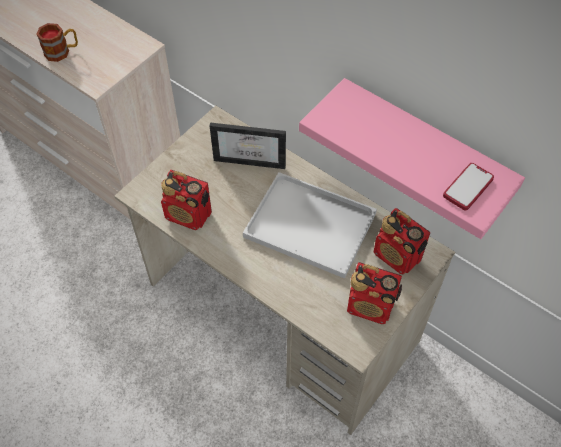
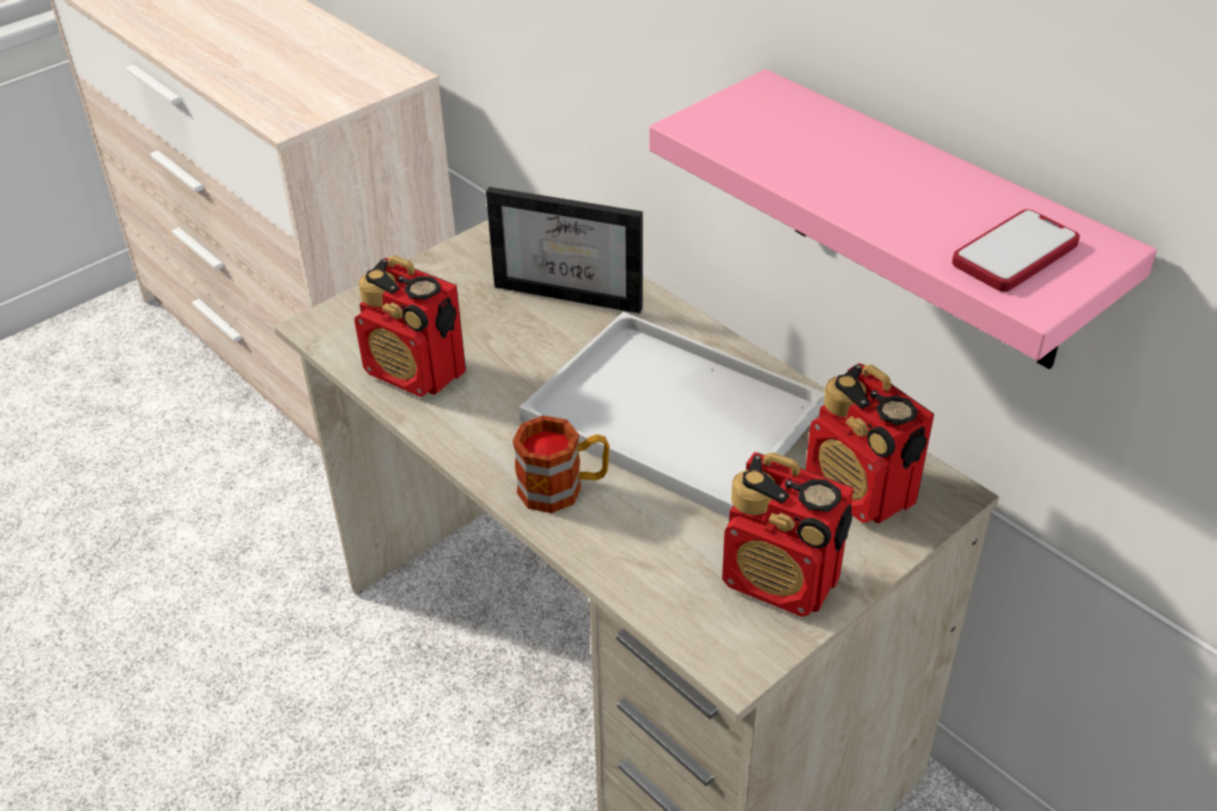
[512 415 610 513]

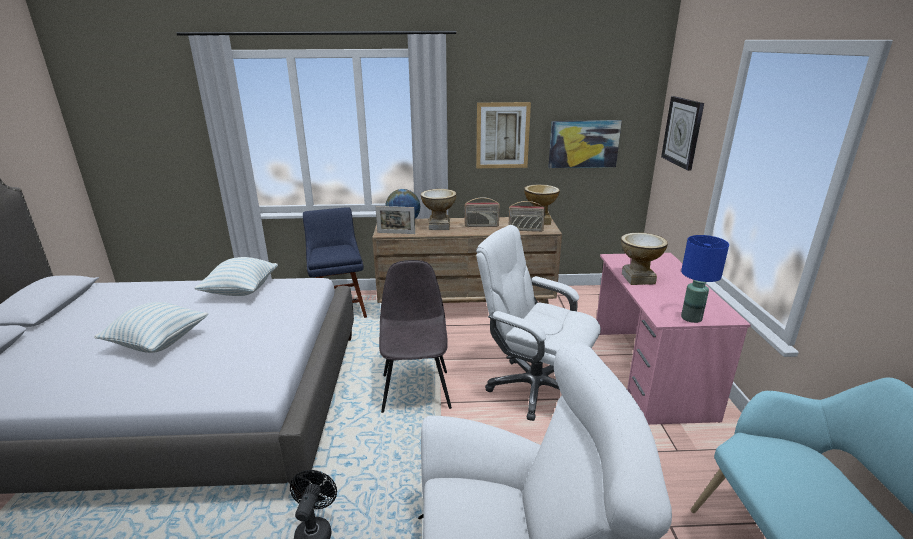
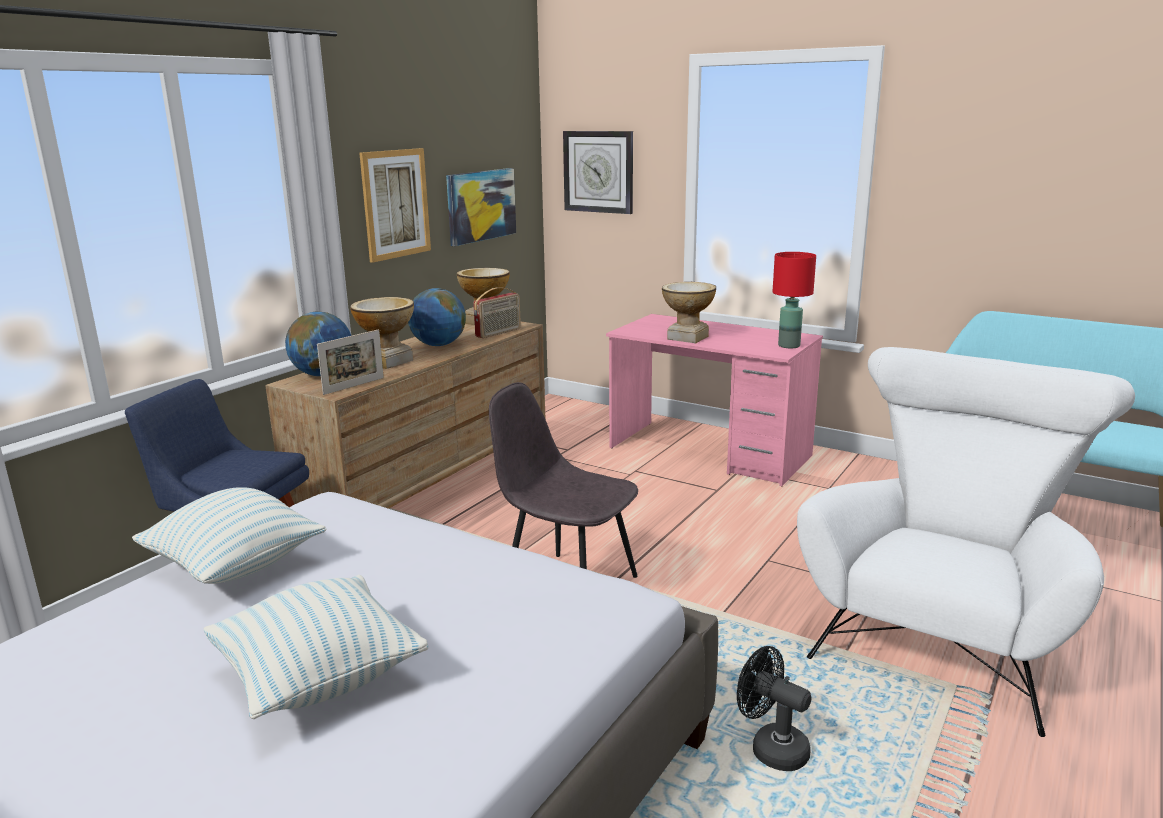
[476 225 601 421] (first image)
[408 288 466 346]
[773 252 816 348]

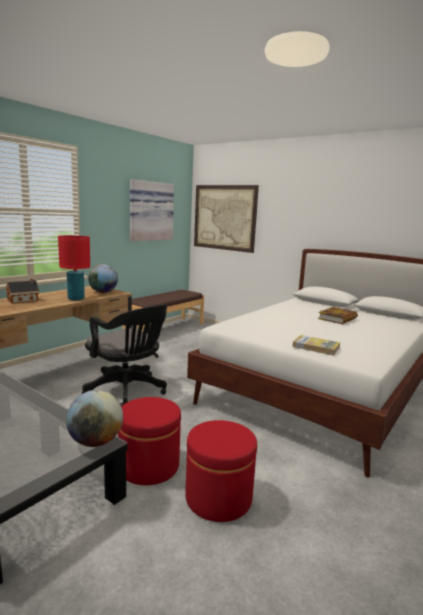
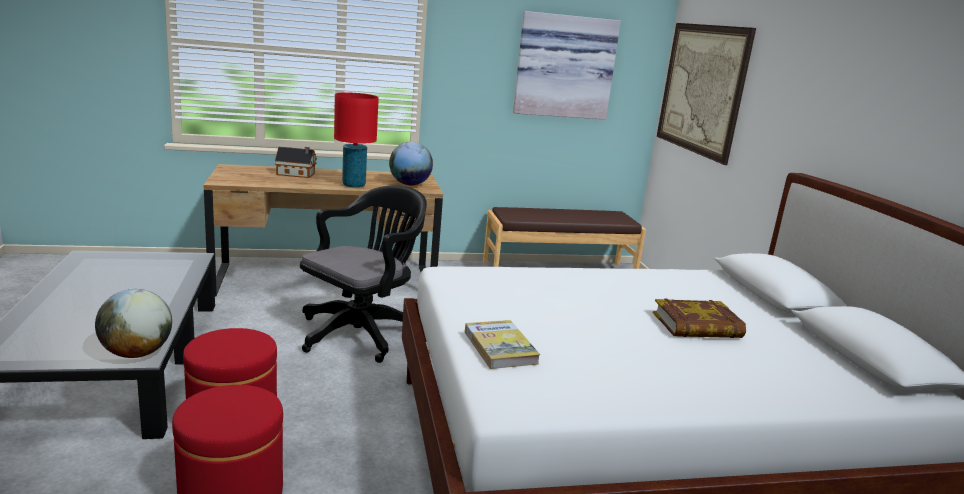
[300 186 427 363]

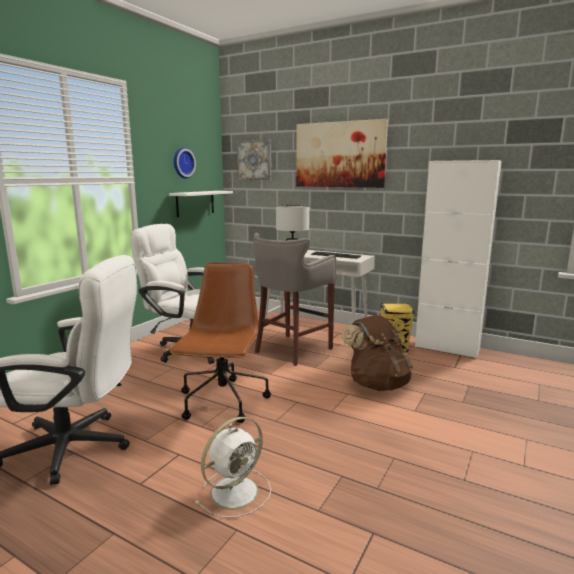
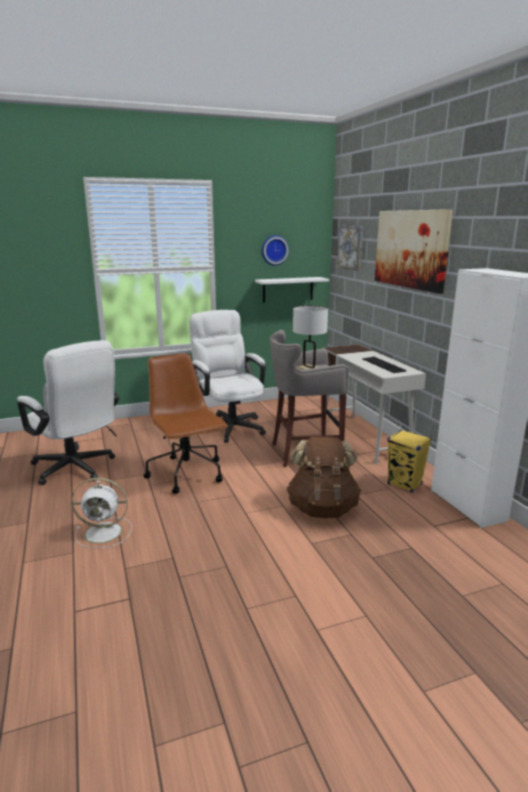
[143 353 228 494]

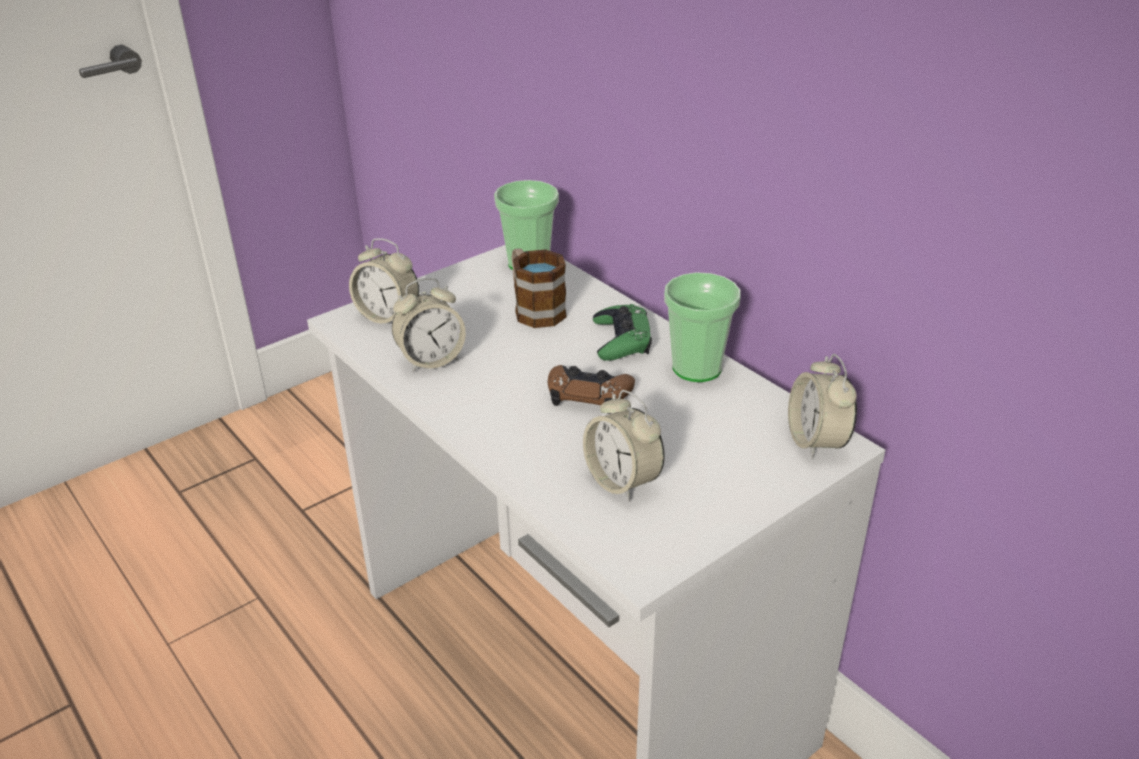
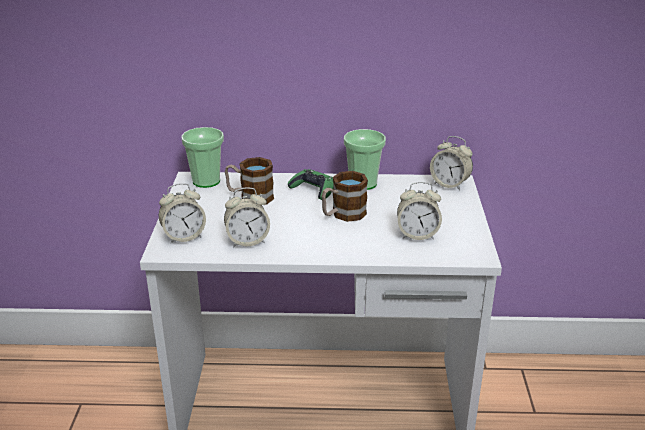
[322 171 368 222]
[224 187 270 247]

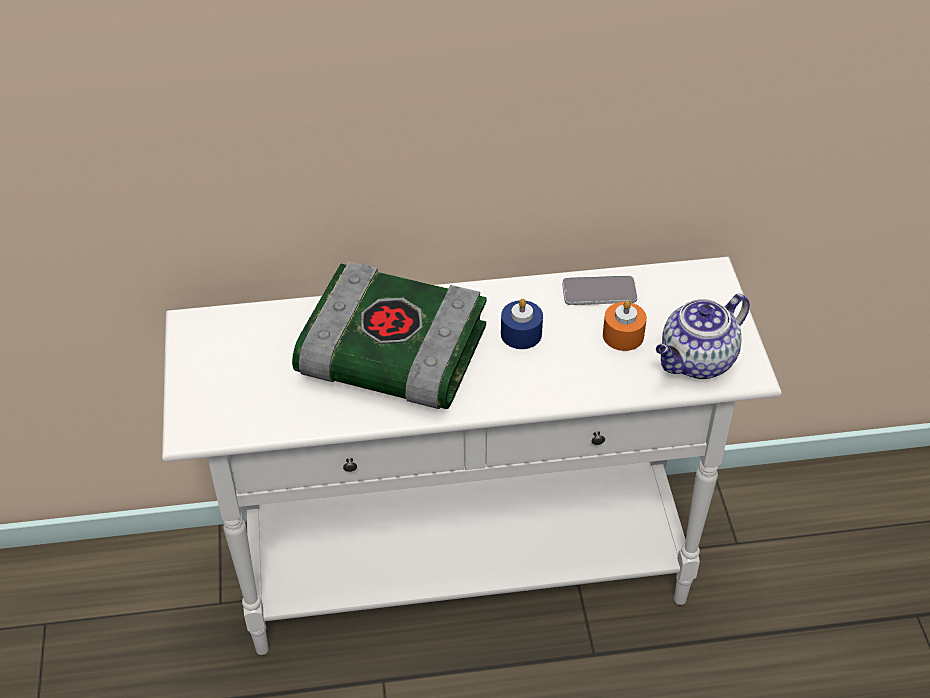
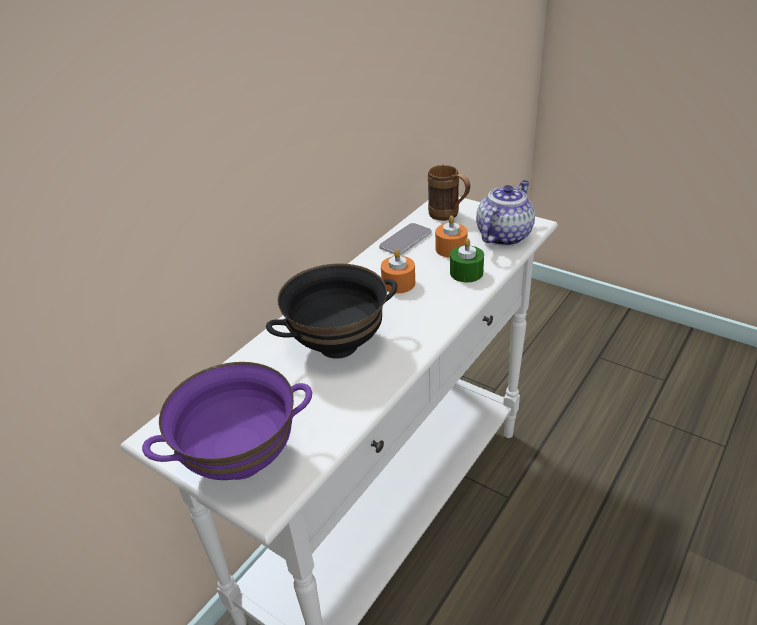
[142 362 312 480]
[428 165 470 221]
[450 238 484 282]
[266 264 397 359]
[381 249 415 293]
[476 180 535 246]

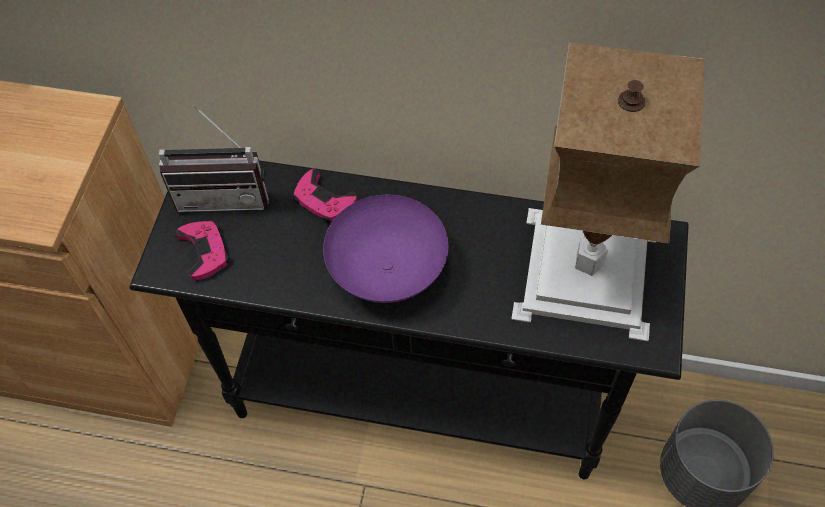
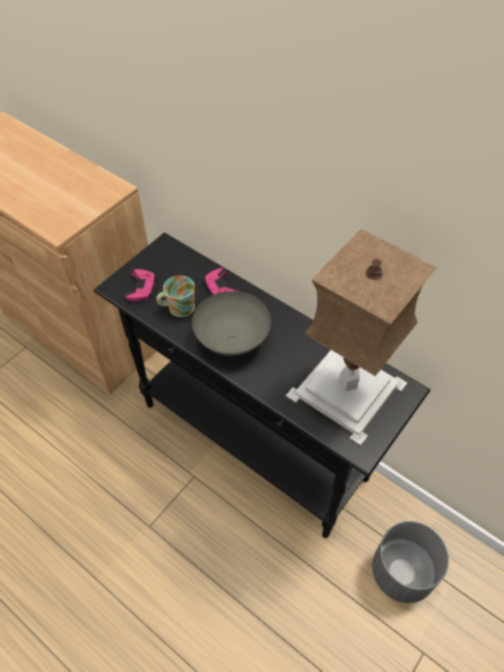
[159 105 269 212] (first image)
[156 275 195 317]
[192 291 271 356]

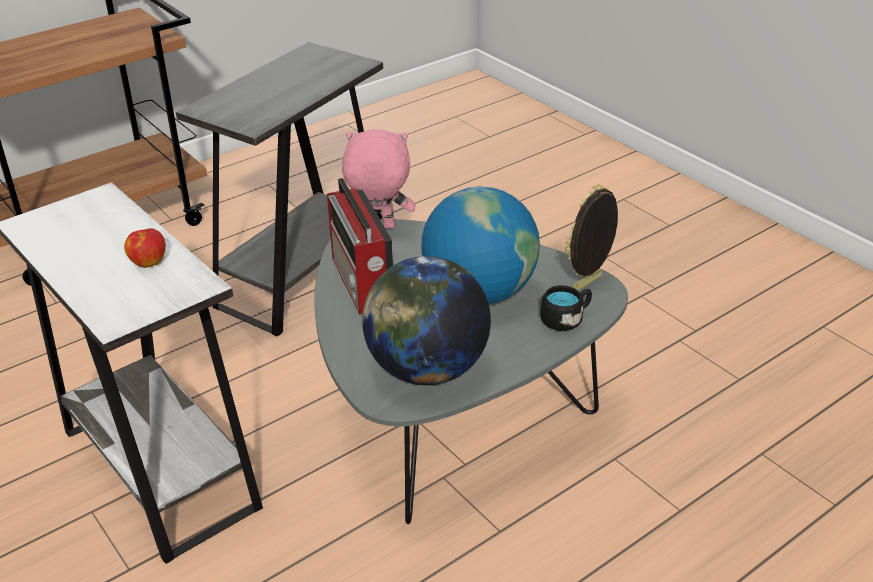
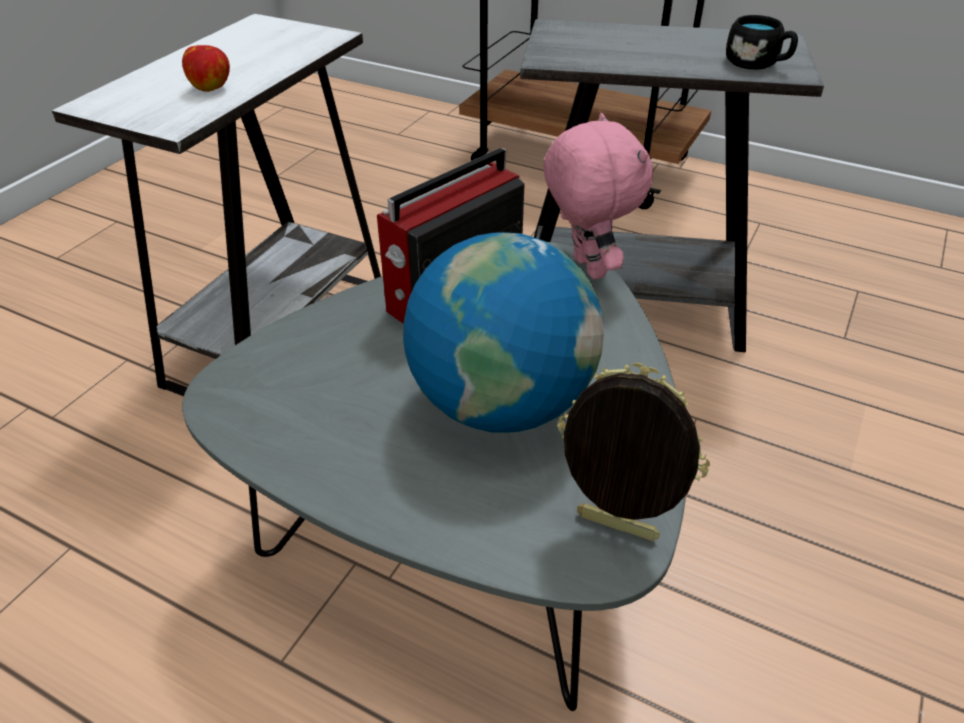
[362 256 491 385] (first image)
[726 15 798 70]

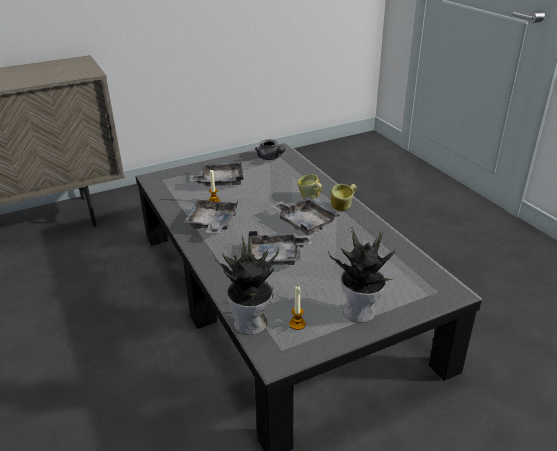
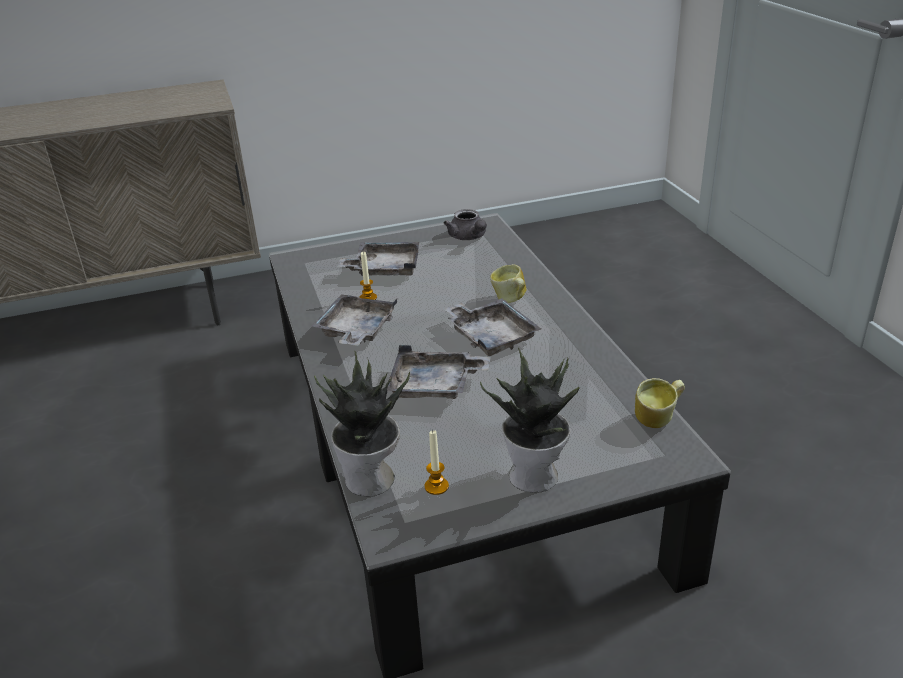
[635 378 685 428]

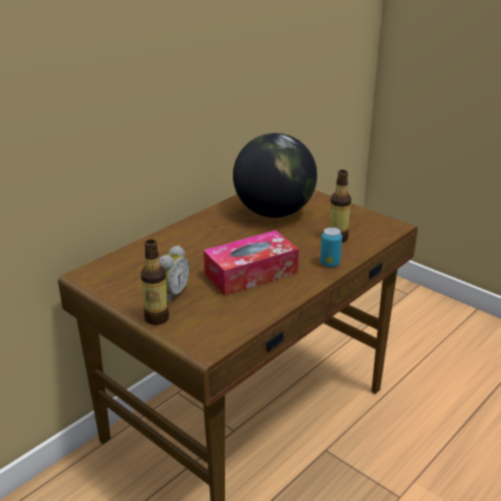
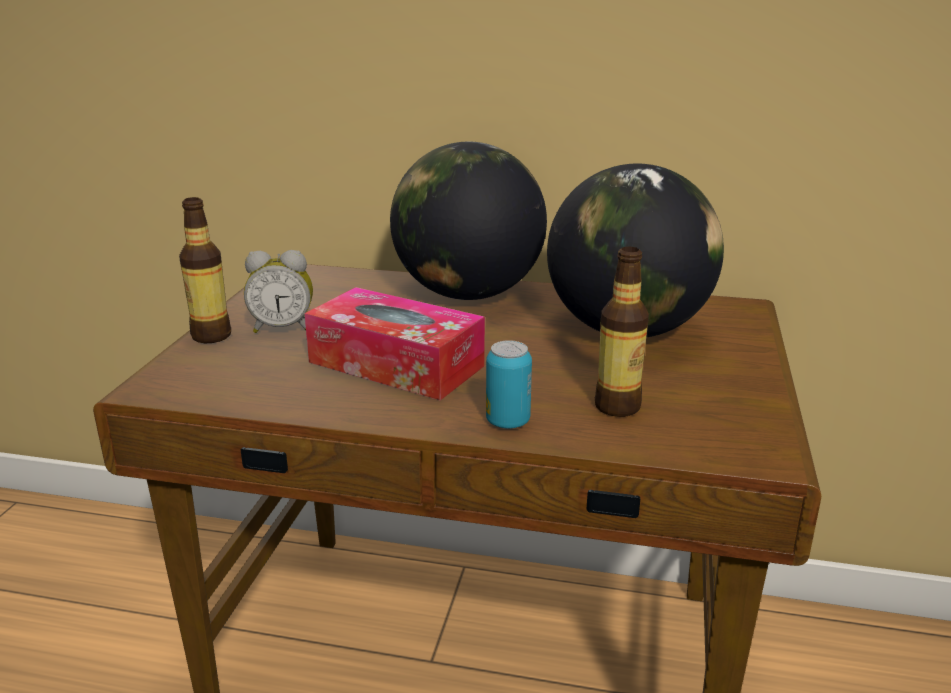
[390 141 547 300]

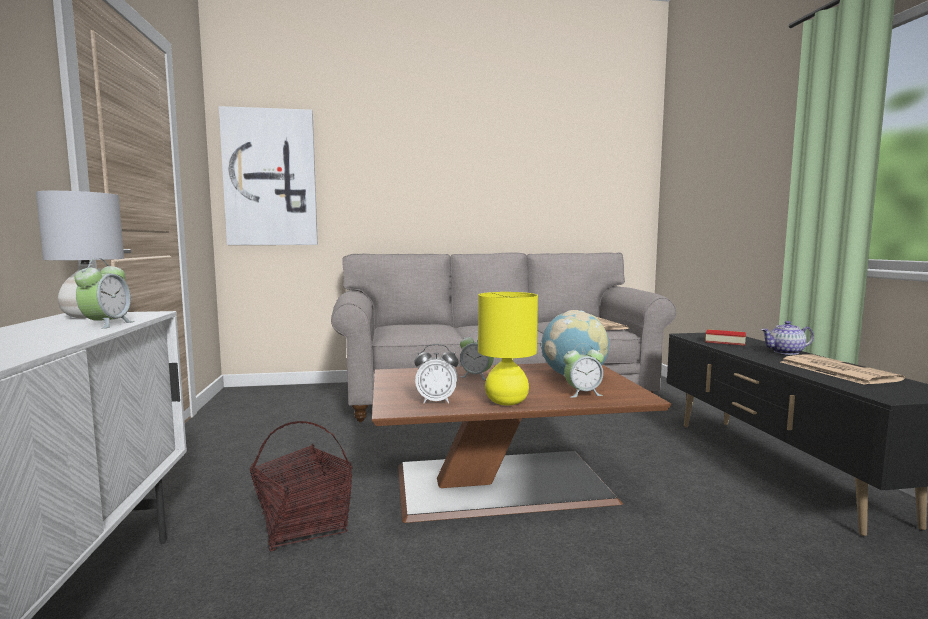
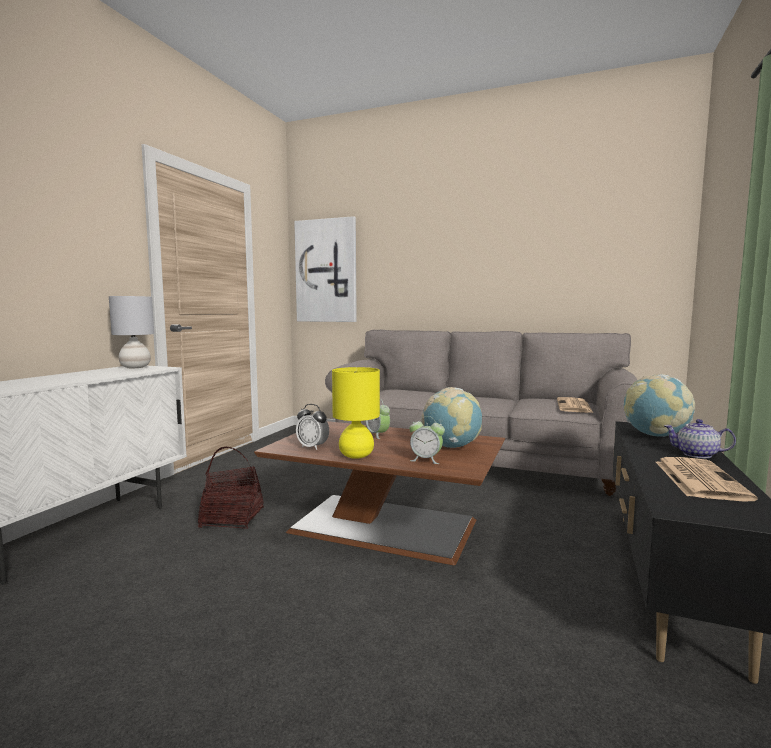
[74 258 134 329] (first image)
[624 374 695 437]

